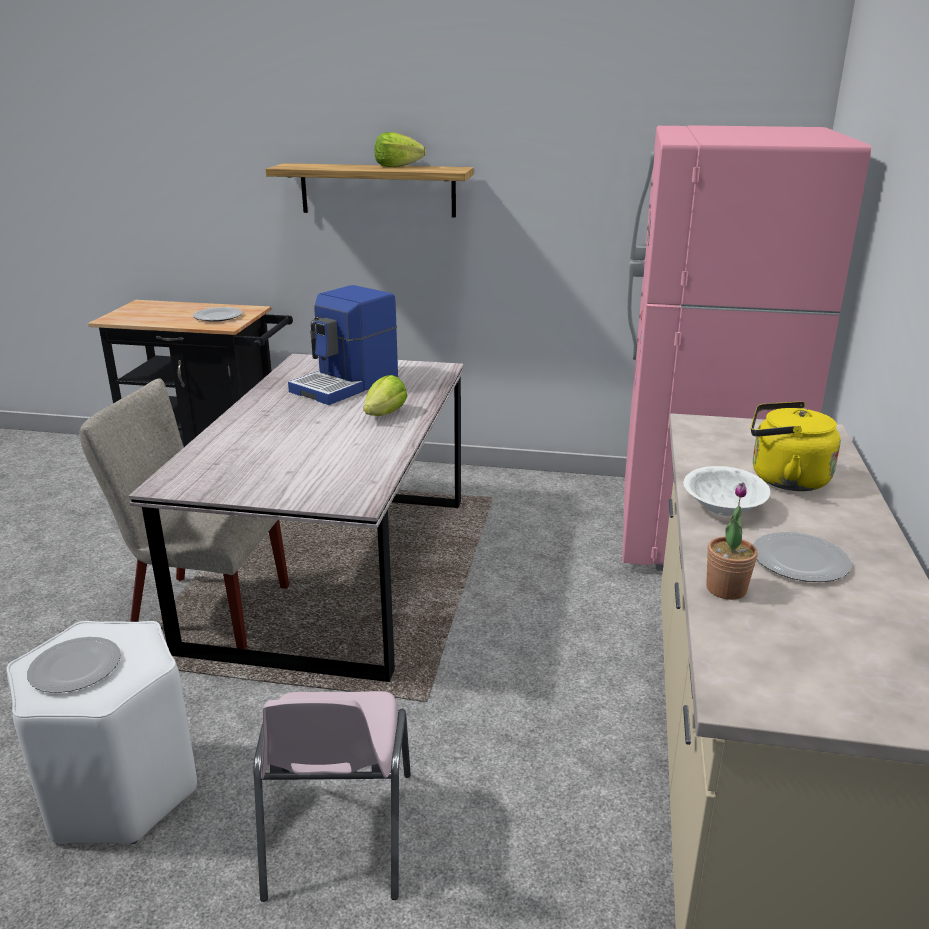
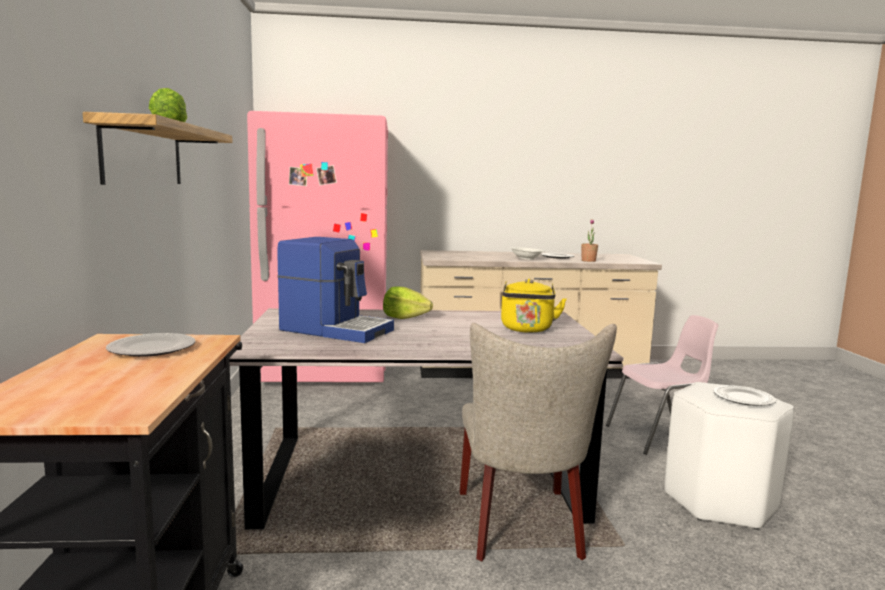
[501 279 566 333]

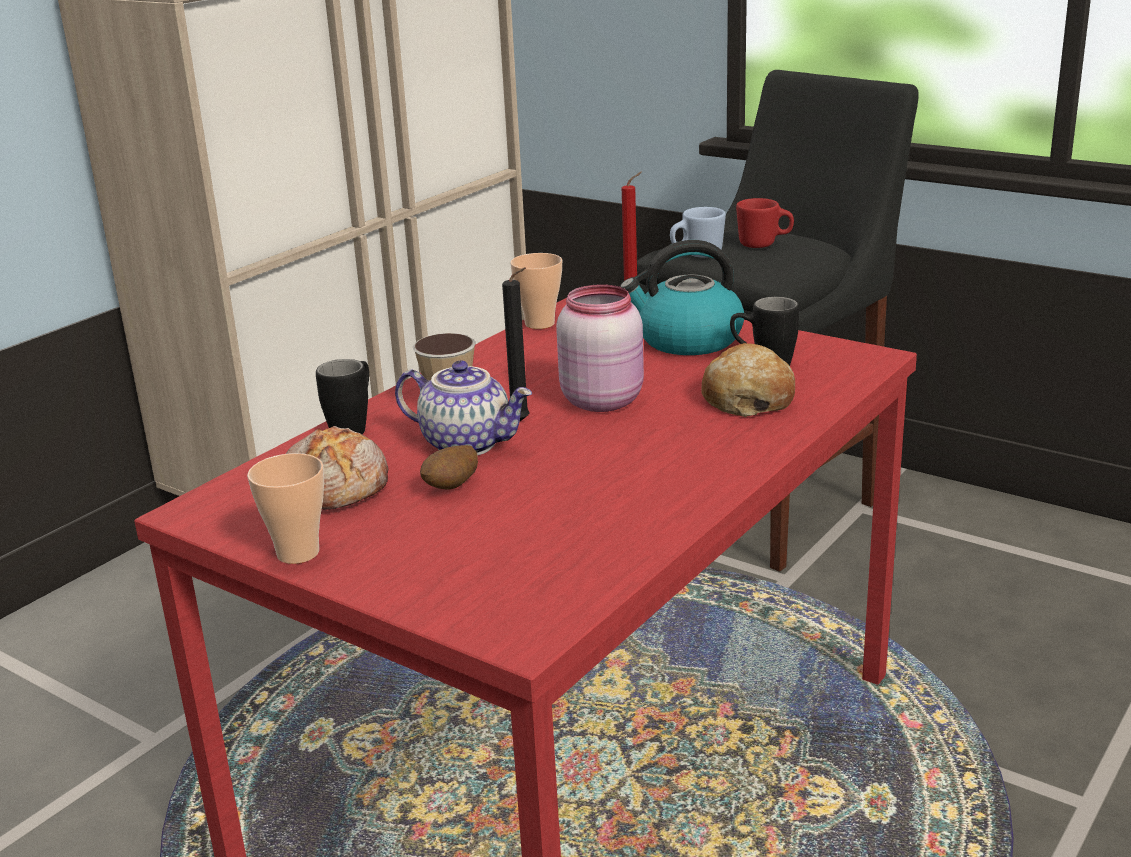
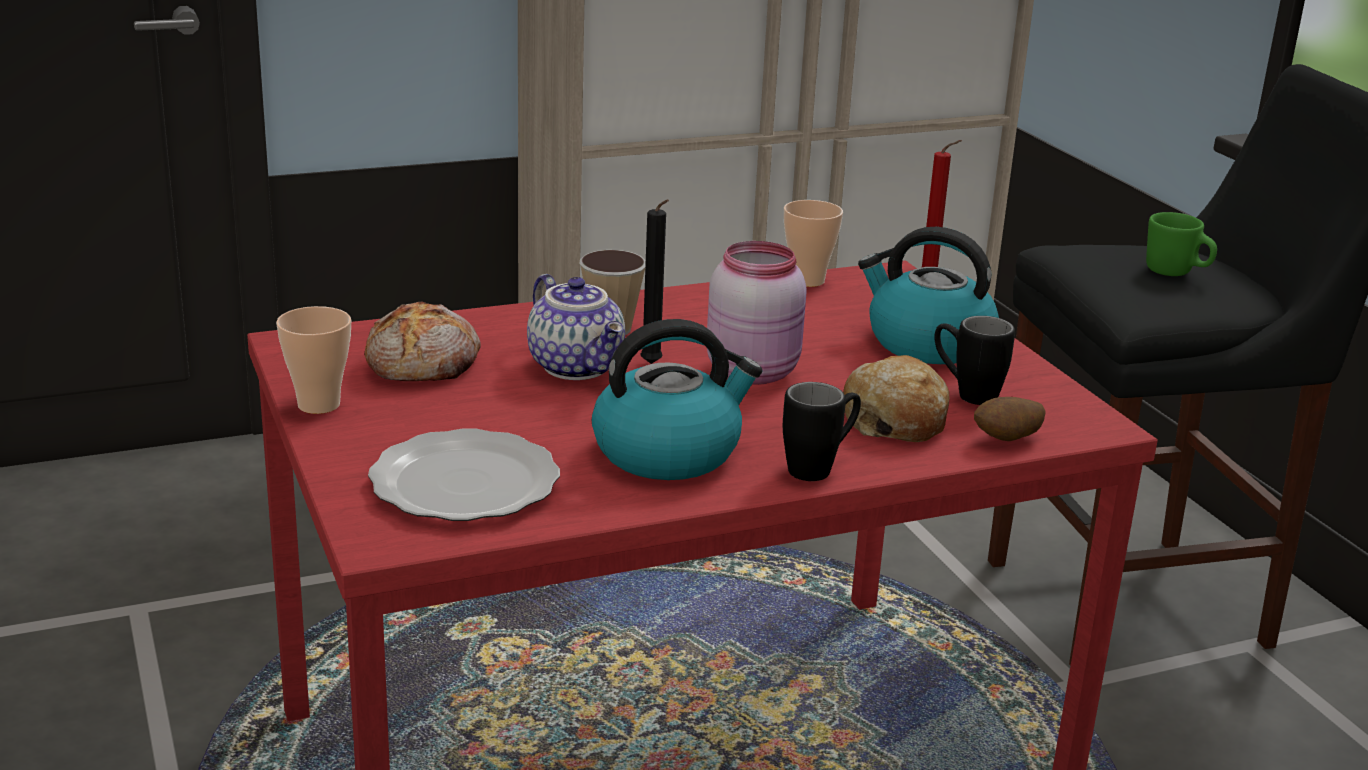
[670 207 726 258] (first image)
[368 428 560 521]
[592 319 762 480]
[783 382 861 481]
[974 397 1045 441]
[1146 212 1217 276]

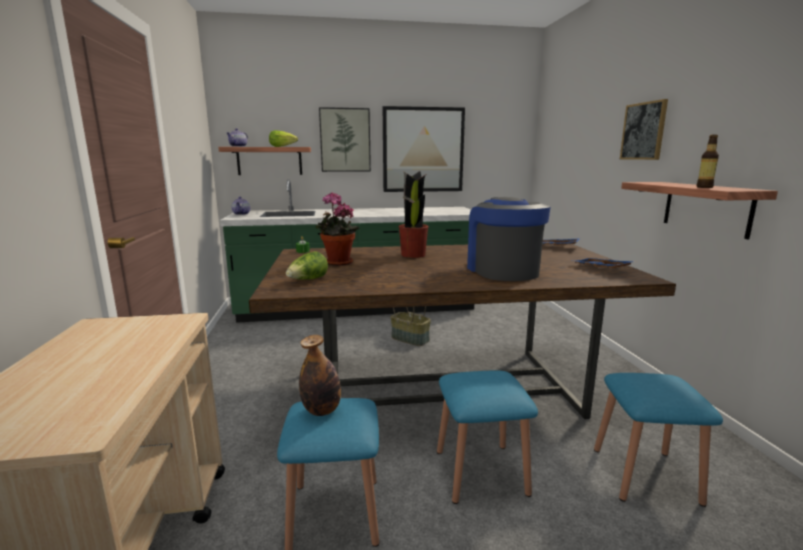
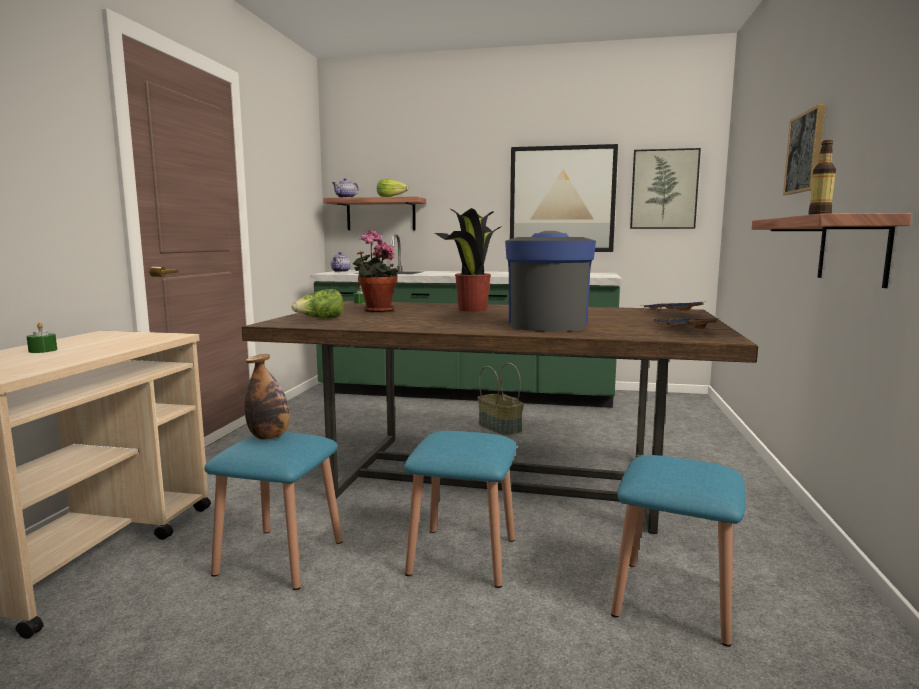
[26 322 57 353]
[630 148 701 229]

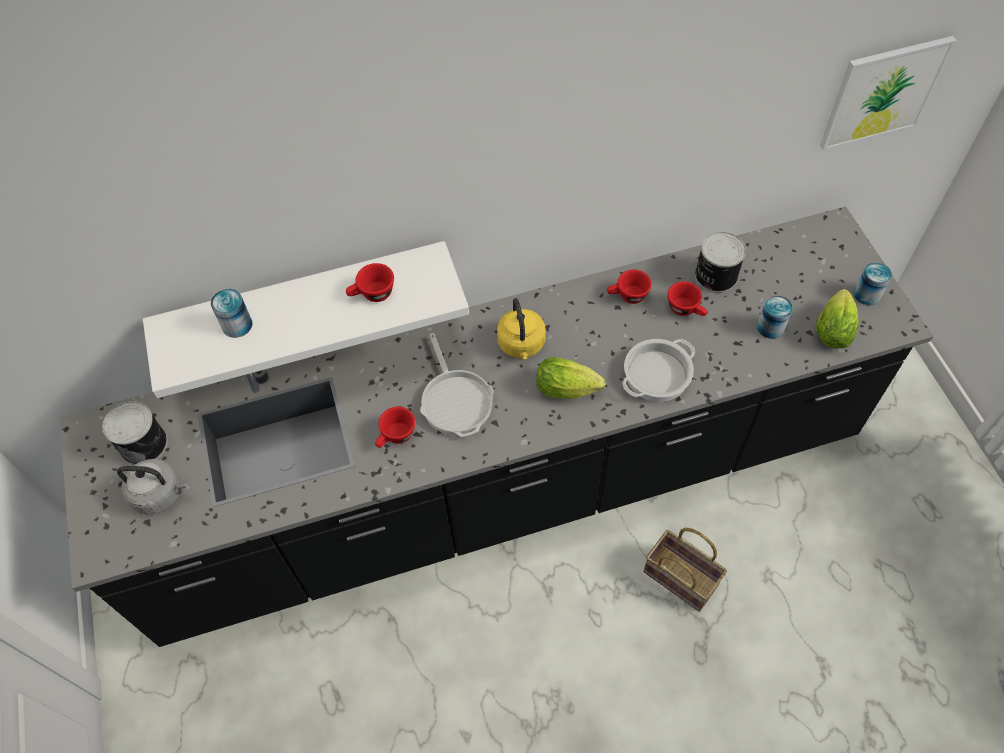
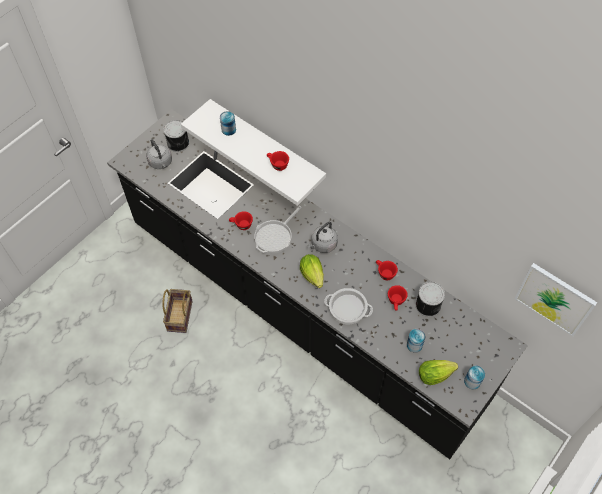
[162 289 193 333]
[308 222 338 253]

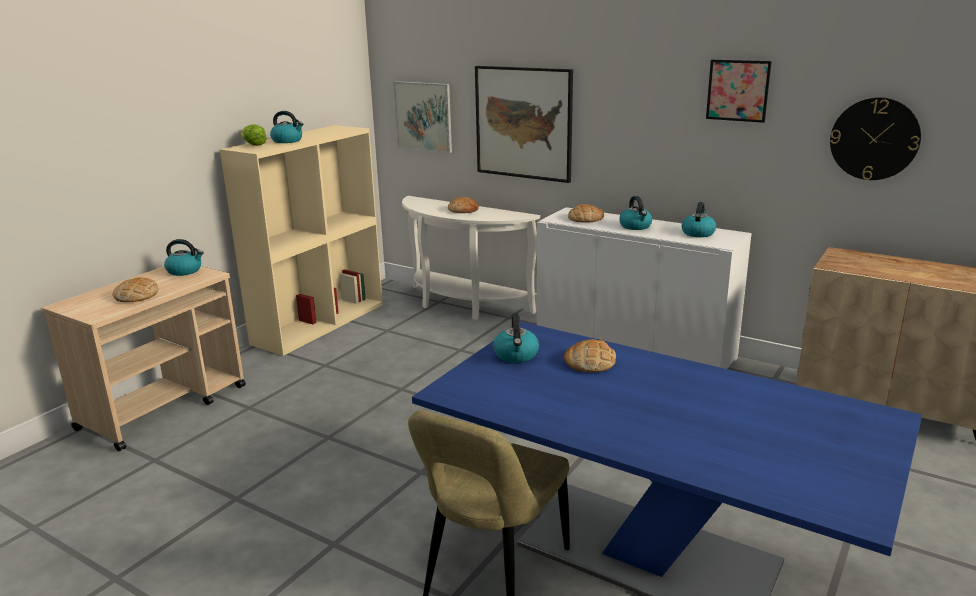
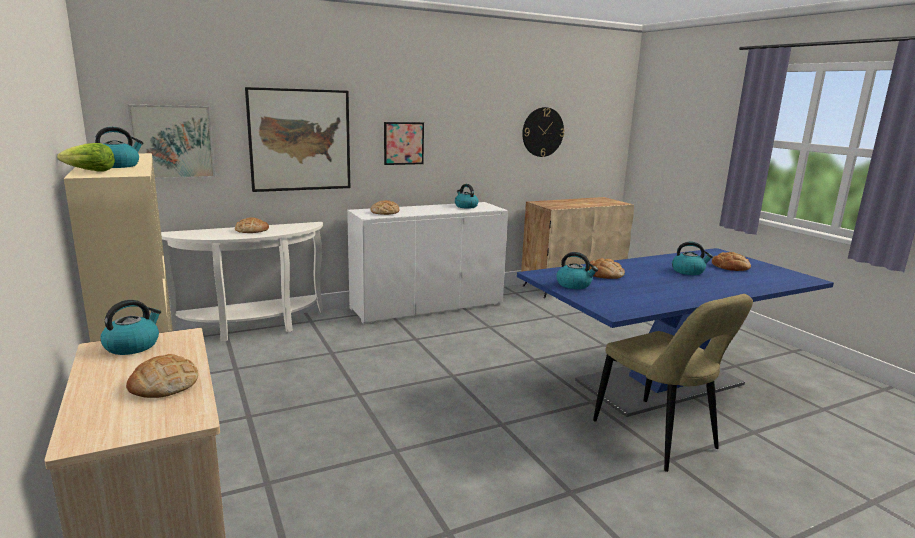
[712 252 751 271]
[672 242 713 275]
[384 122 424 165]

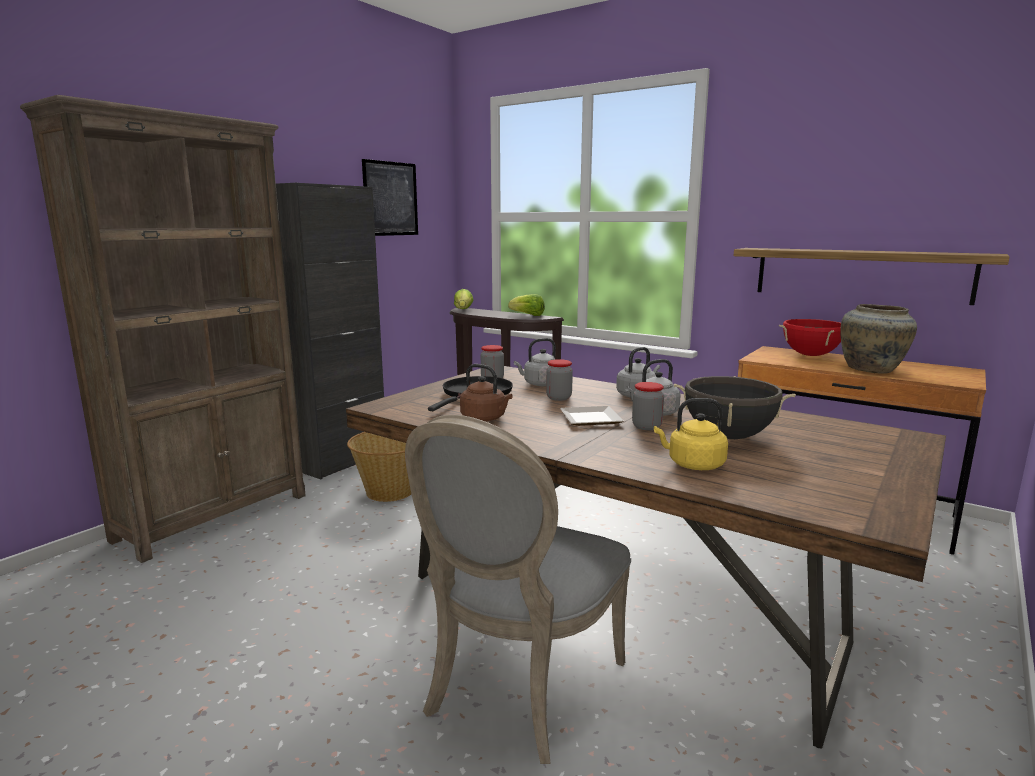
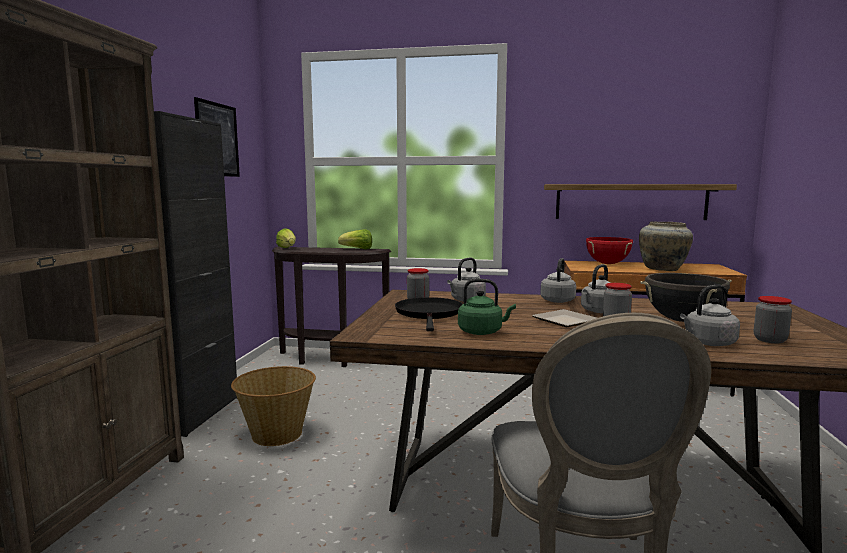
[754 296 792 343]
[458 279 516 335]
[680 285 740 346]

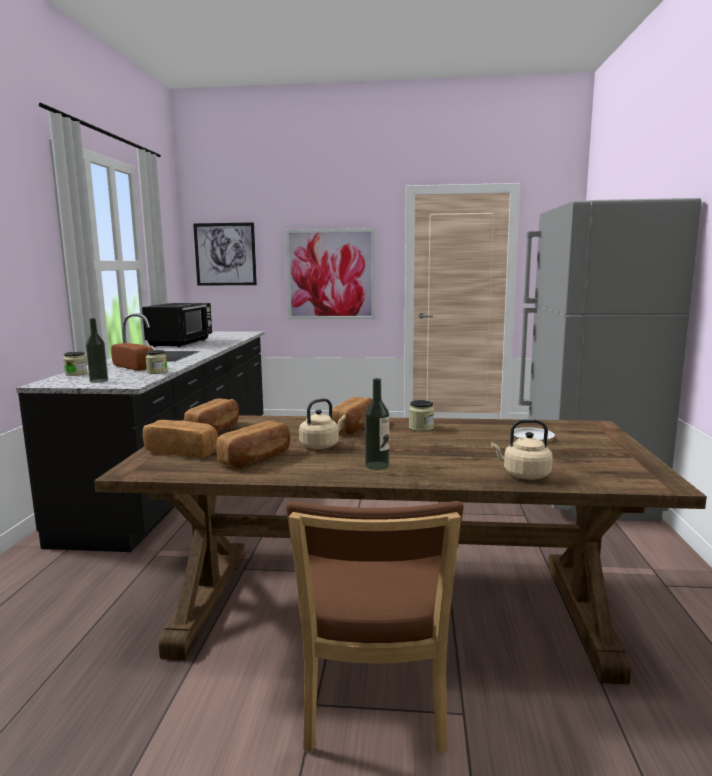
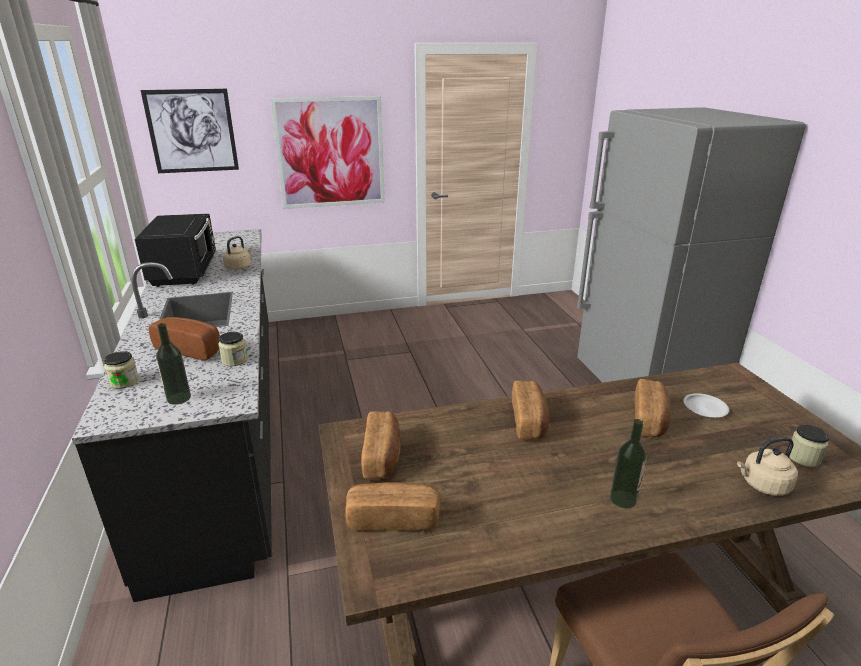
[634 379 671 438]
[223 236 253 270]
[789 425 829 467]

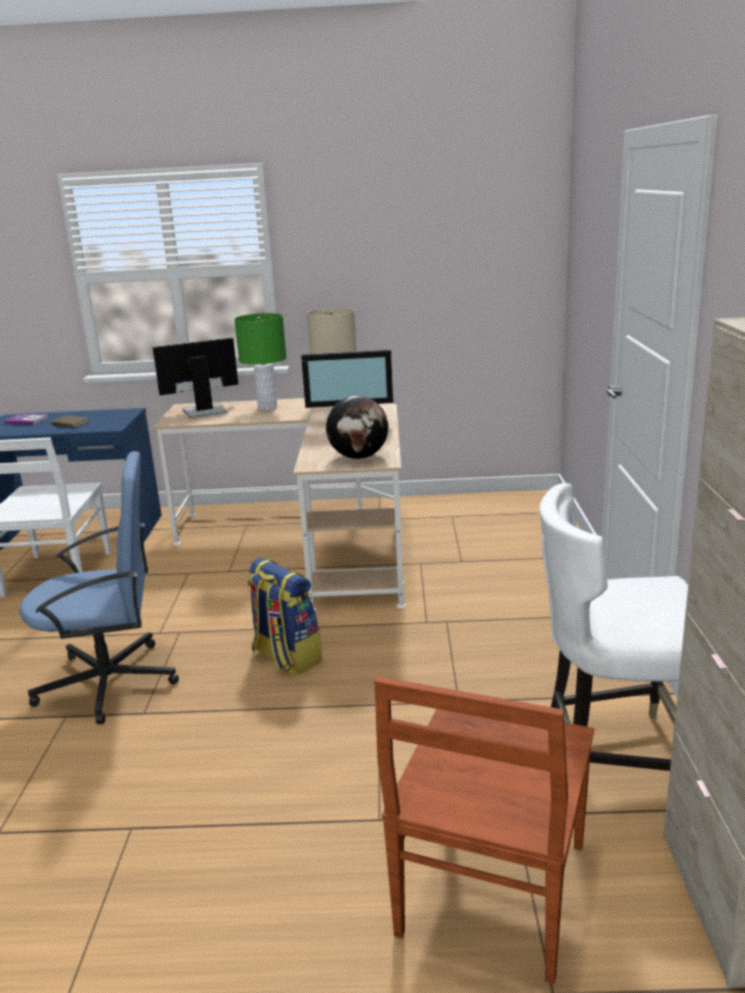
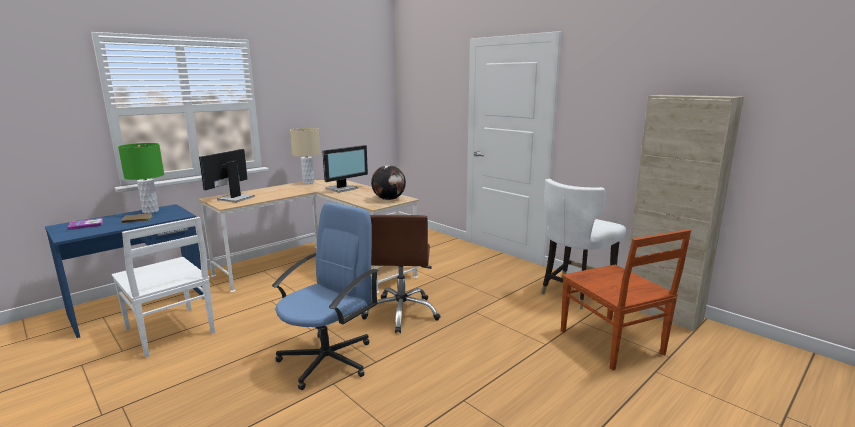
[118 143 164 213]
[361 215 441 333]

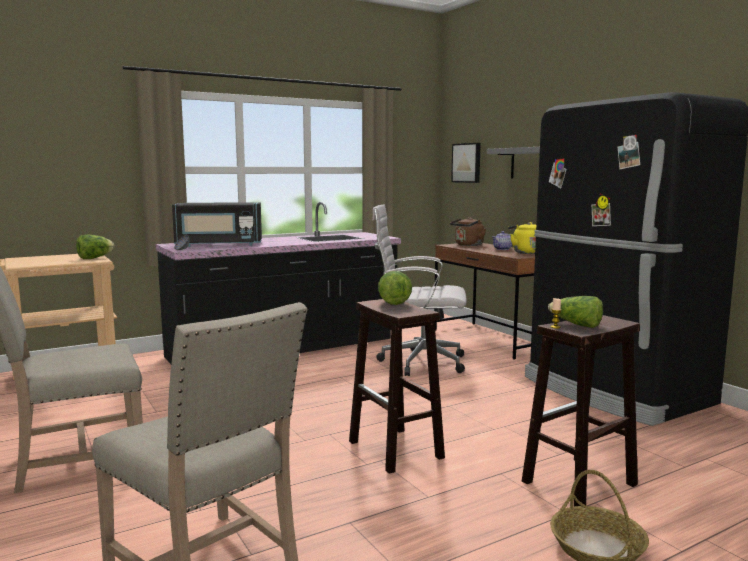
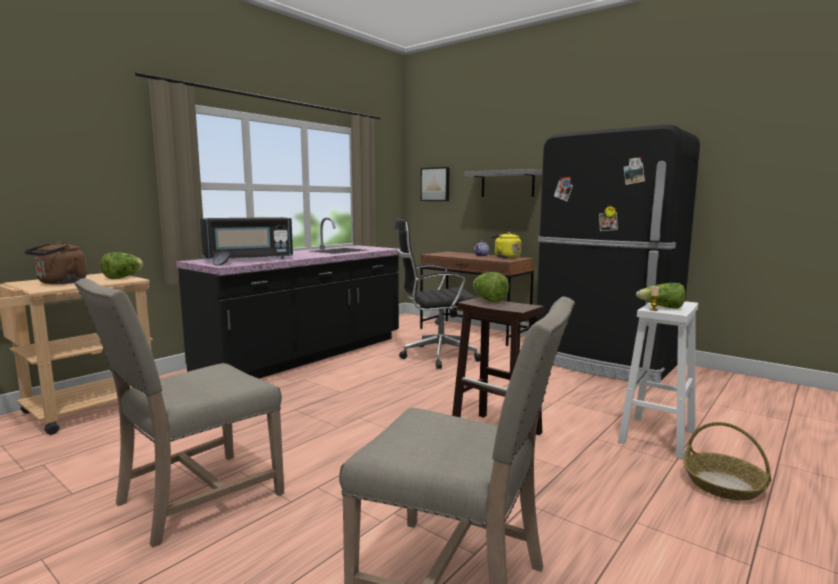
[24 241 87 284]
[395 218 480 369]
[618 301 698 459]

